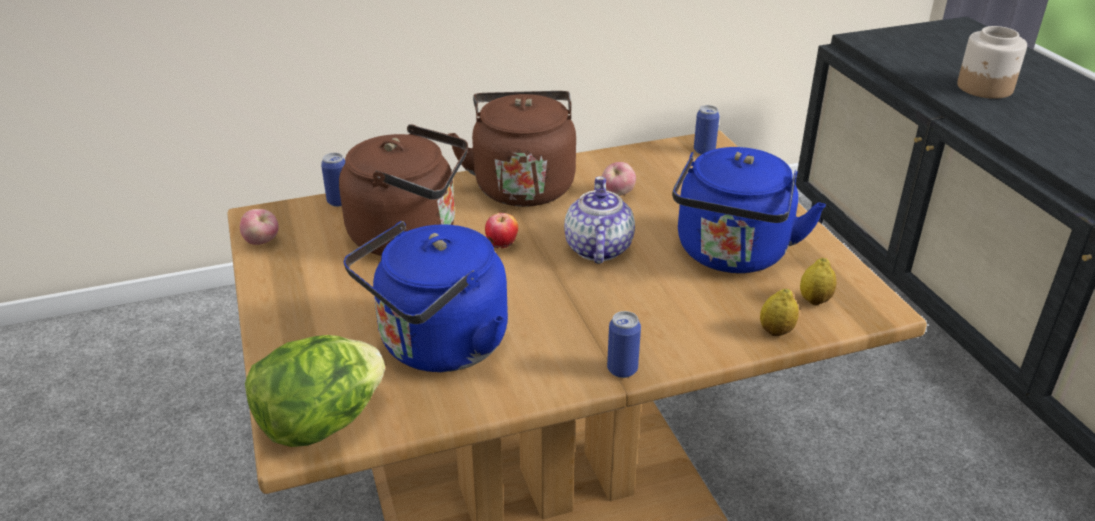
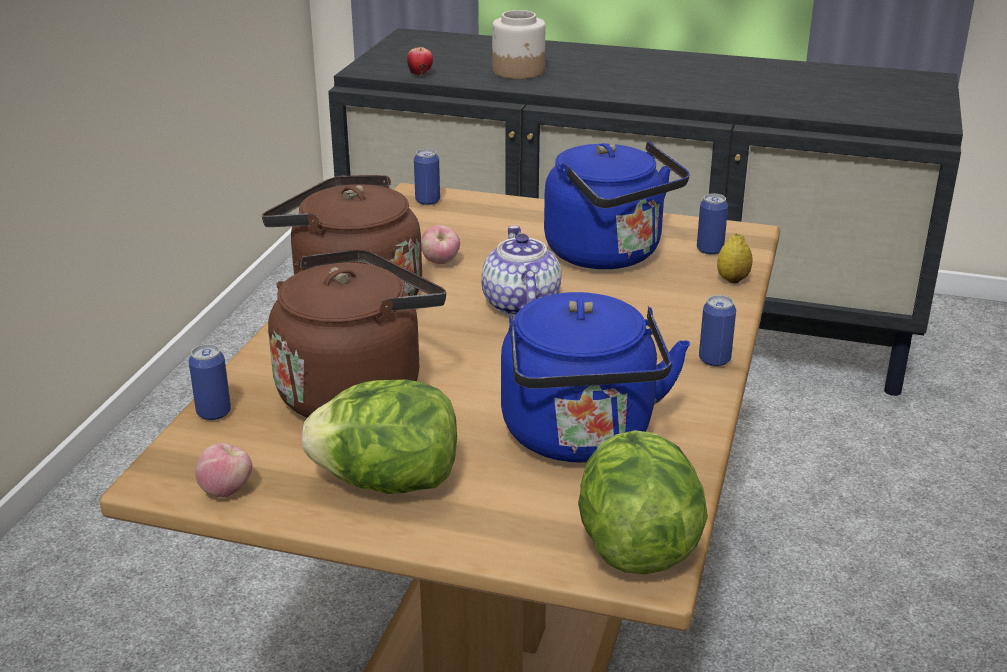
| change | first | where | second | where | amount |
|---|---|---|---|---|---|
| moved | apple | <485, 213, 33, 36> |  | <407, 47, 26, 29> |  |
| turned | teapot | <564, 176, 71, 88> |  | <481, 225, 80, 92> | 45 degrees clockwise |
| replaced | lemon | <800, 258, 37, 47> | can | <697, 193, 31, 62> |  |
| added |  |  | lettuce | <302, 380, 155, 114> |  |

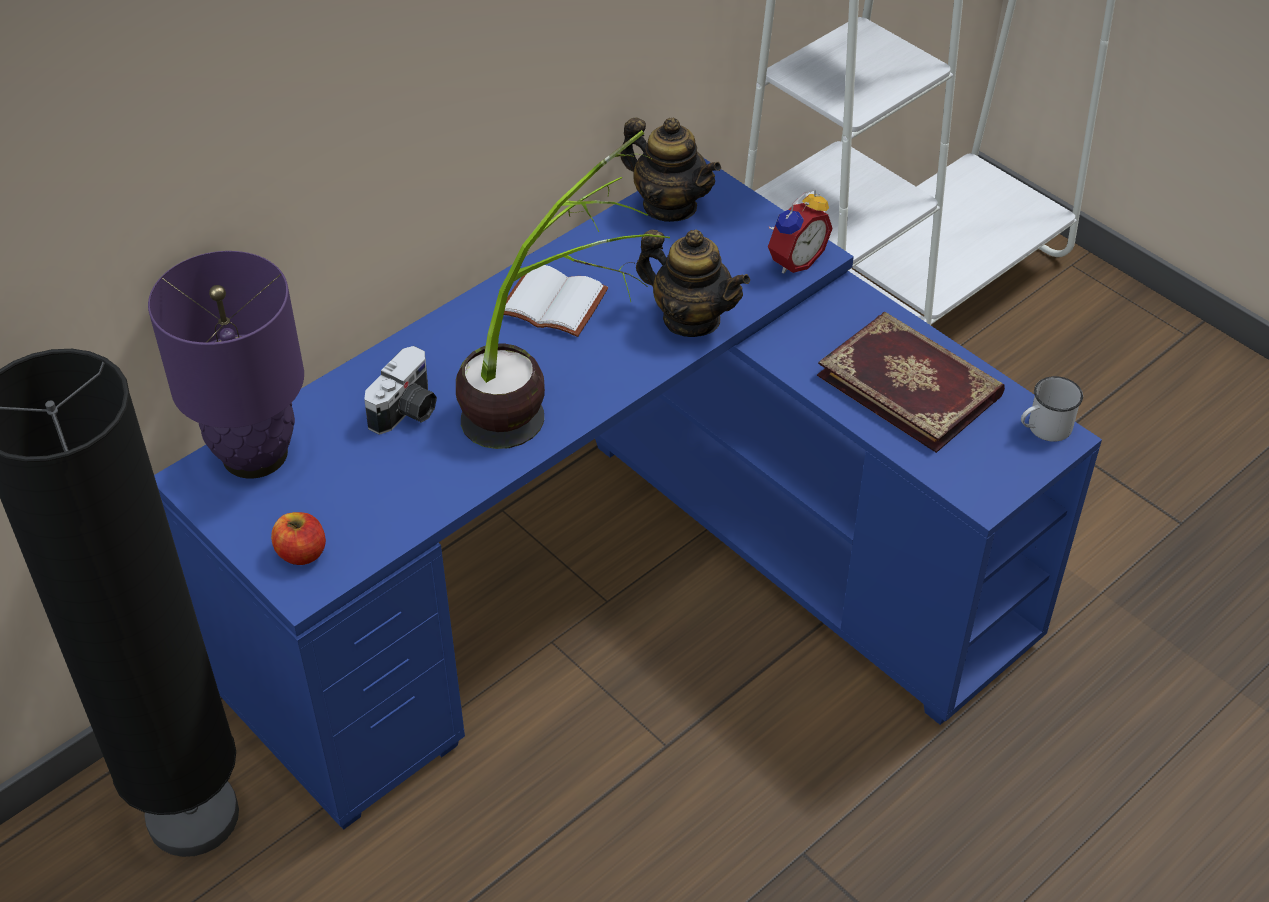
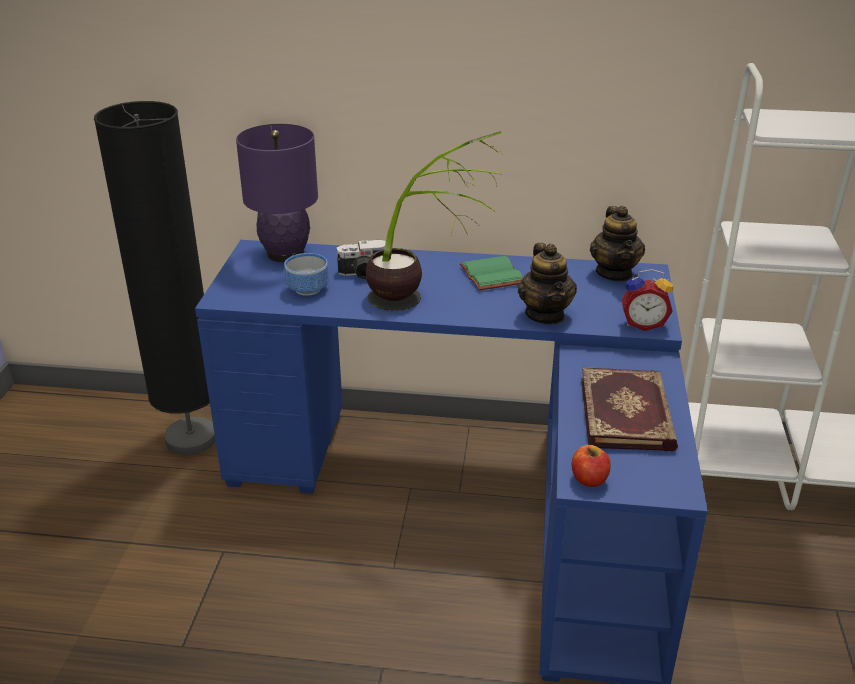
| change | first | where | second | where | amount |
|---|---|---|---|---|---|
| moved | apple | <271, 512, 55, 53> |  | <571, 445, 40, 42> |  |
| recoloured | book/white | <504, 265, 104, 72> | book/green | <460, 256, 63, 34> |  |
| removed | mug/white | <1021, 376, 62, 66> |  |  |  |
| added |  |  | bowl | <284, 253, 45, 43> |  |

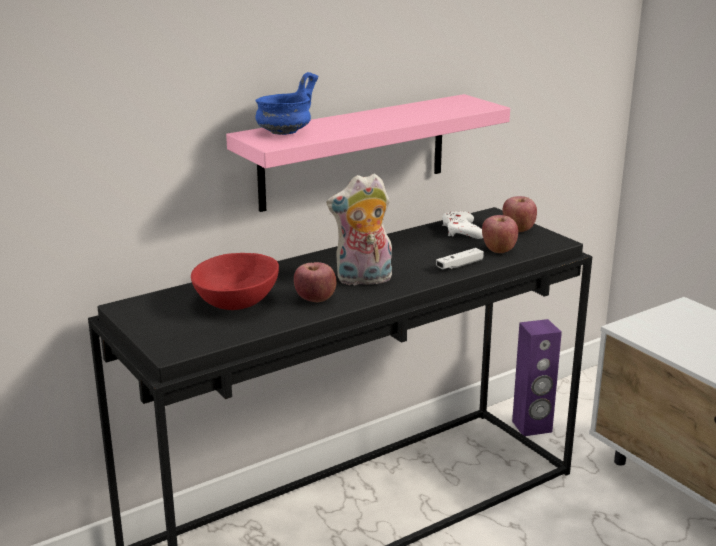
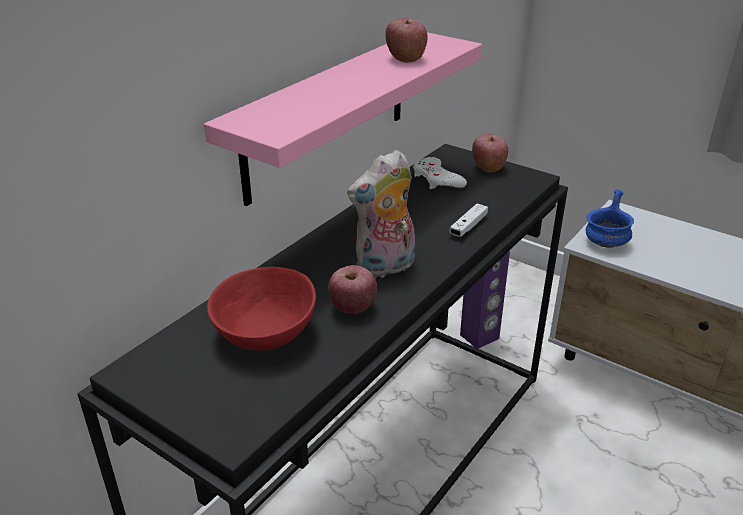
| change | first | where | second | where | amount |
|---|---|---|---|---|---|
| moved | bowl/blue | <255, 72, 63, 63> |  | <586, 189, 48, 59> |  |
| moved | apple | <482, 215, 36, 38> |  | <385, 18, 42, 45> |  |

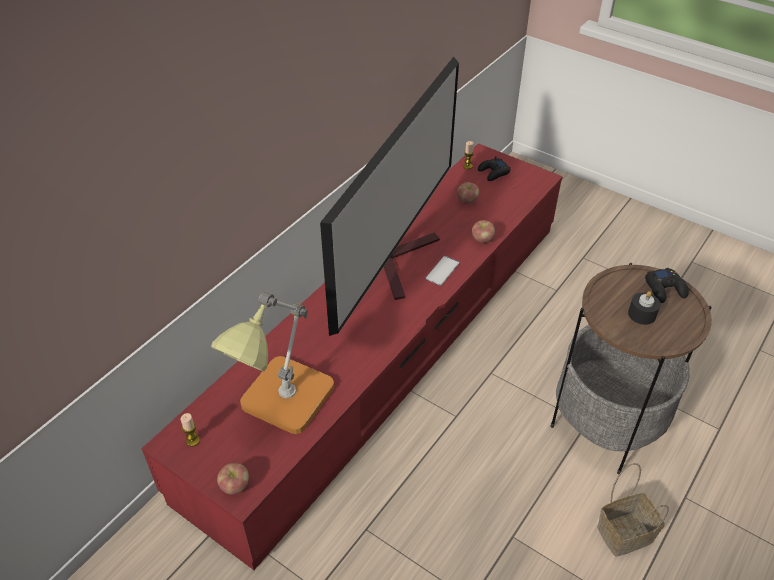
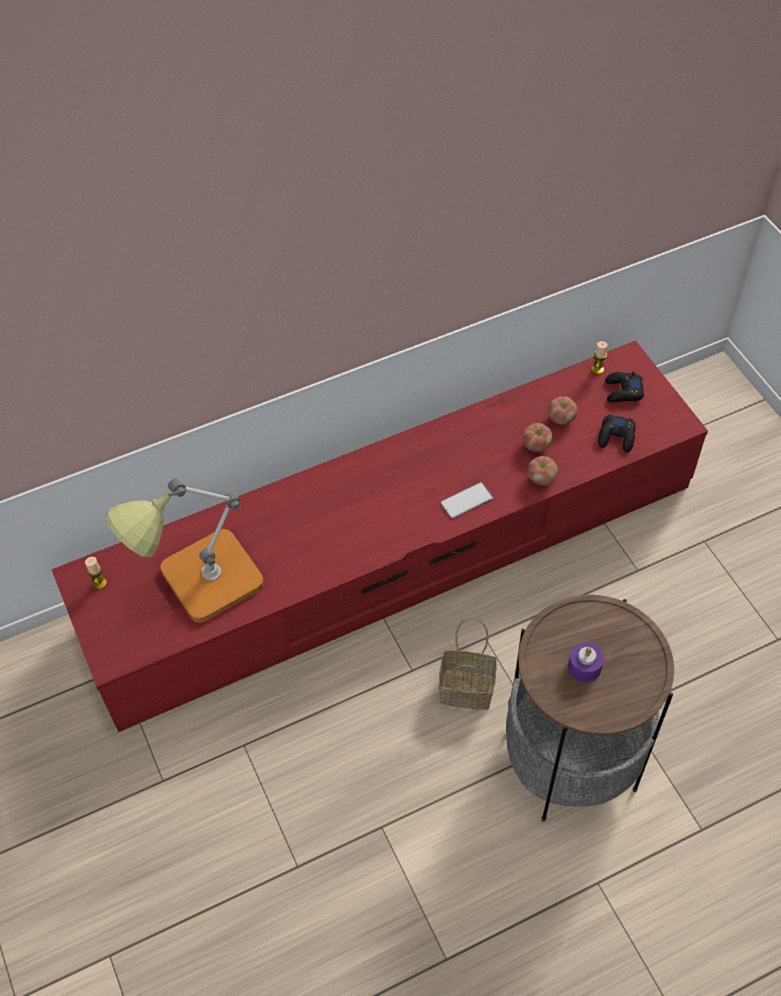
| change | first | where | second | where | amount |
|---|---|---|---|---|---|
| moved | apple | <217, 463, 32, 32> |  | <522, 423, 31, 29> |  |
| removed | television | <320, 57, 139, 279> |  |  |  |
| moved | basket | <597, 463, 72, 94> |  | <439, 618, 58, 92> |  |
| recoloured | candle/black | <628, 291, 32, 34> | candle/purple | <568, 642, 36, 40> |  |
| moved | game controller/black | <645, 268, 44, 35> |  | <598, 415, 38, 38> |  |

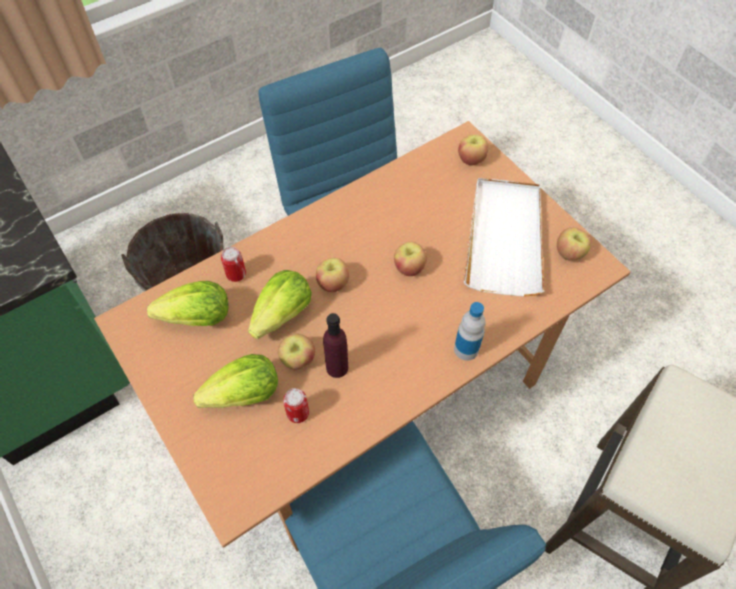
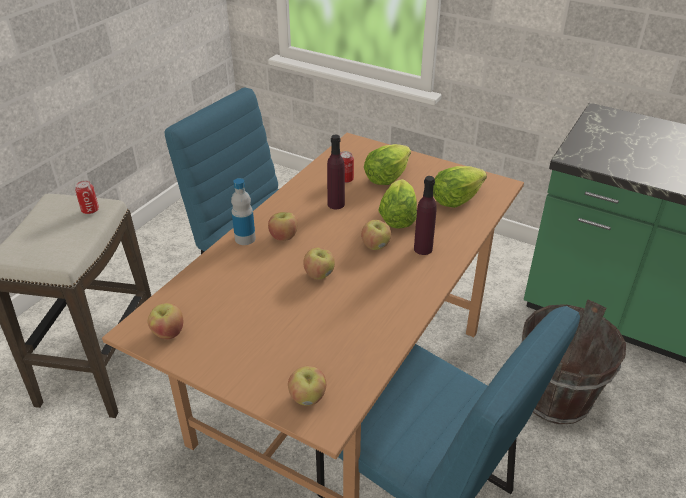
| change | first | where | second | where | amount |
|---|---|---|---|---|---|
| moved | can | <221, 247, 25, 35> |  | <75, 180, 24, 34> |  |
| moved | apple | <278, 334, 37, 35> |  | <268, 212, 30, 29> |  |
| removed | tray/white | <464, 178, 80, 119> |  |  |  |
| added |  |  | bottle/purple | <414, 176, 23, 79> |  |

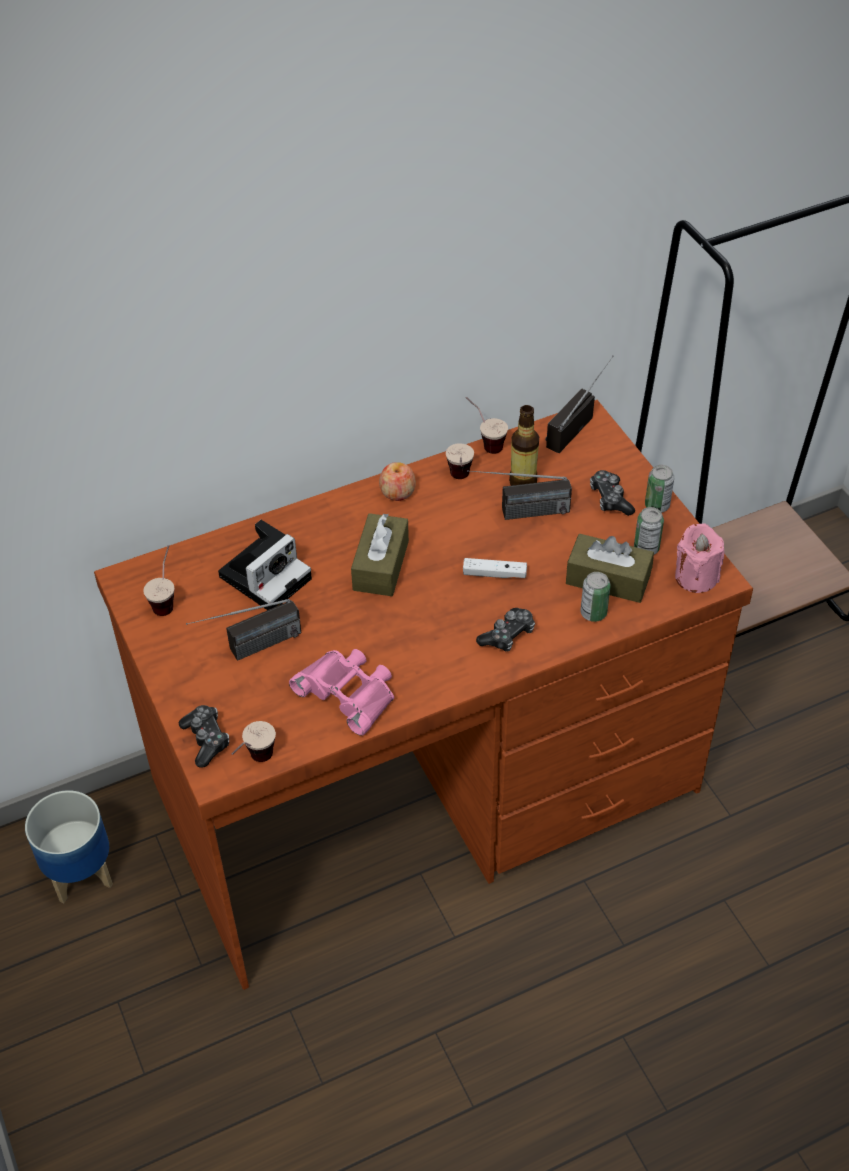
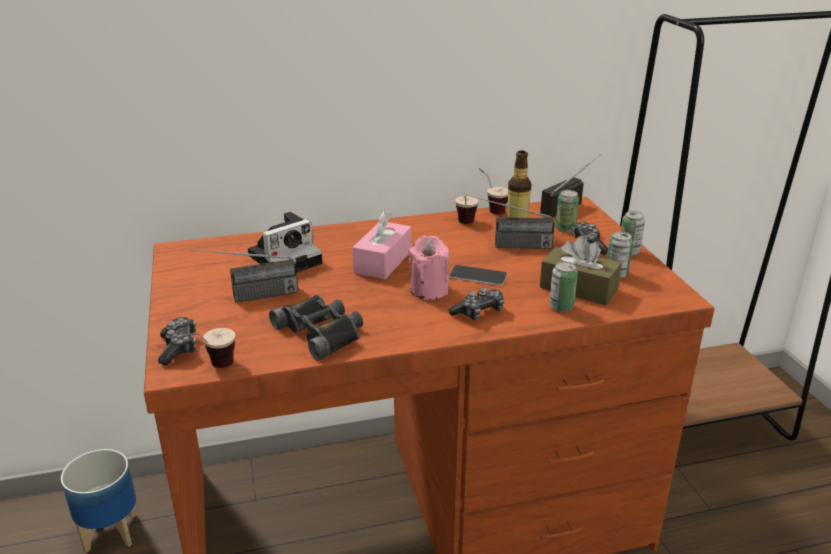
| change | first | where | second | where | amount |
|---|---|---|---|---|---|
| removed | cup | <143, 545, 31, 71> |  |  |  |
| recoloured | binoculars/pink | <289, 649, 105, 87> | binoculars/black | <269, 295, 94, 66> |  |
| recoloured | tissue box/brown | <351, 513, 58, 83> | tissue box/pink | <352, 210, 59, 69> |  |
| removed | apple | <379, 462, 37, 39> |  |  |  |
| replaced | game controller/white | <463, 558, 64, 20> | phone | <449, 265, 59, 21> |  |
| moved | candle/pink | <675, 523, 50, 70> |  | <409, 235, 40, 65> |  |
| added |  |  | can | <555, 190, 24, 42> |  |

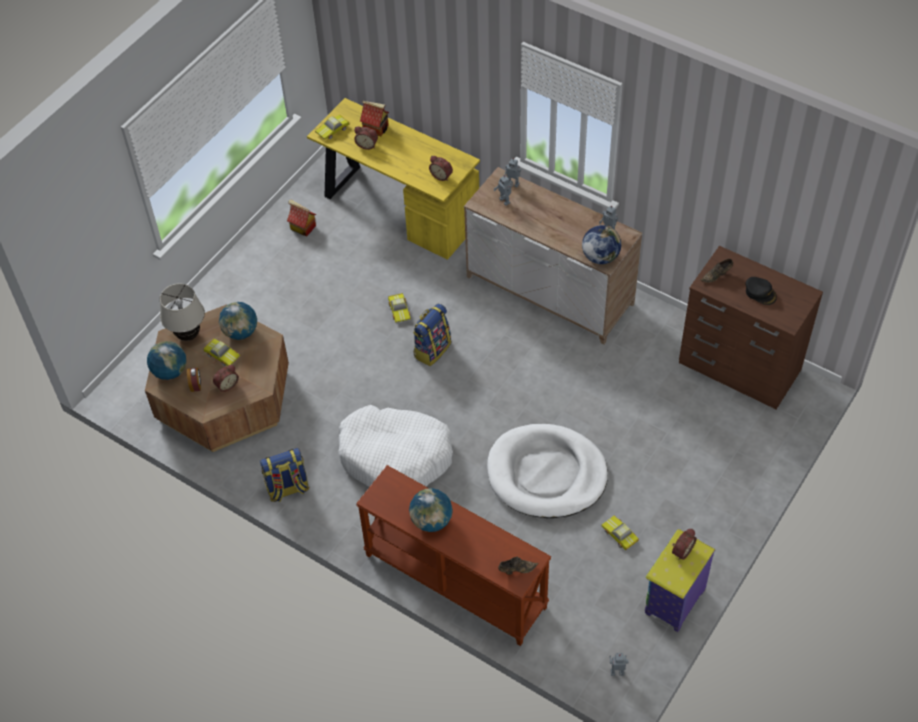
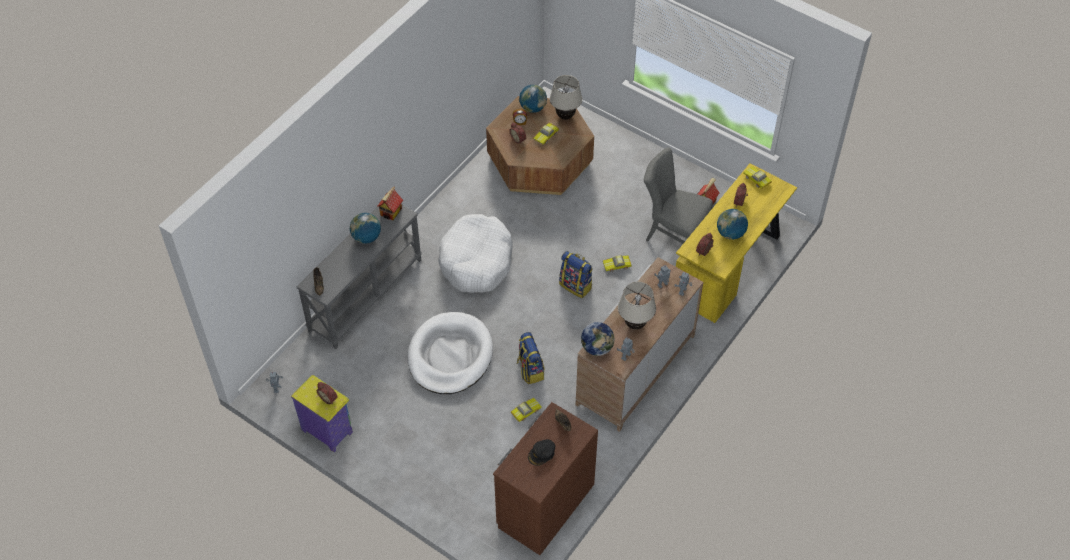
| change | first | where | second | where | amount |
|---|---|---|---|---|---|
| moved | globe | <219, 302, 38, 38> |  | <717, 209, 31, 31> |  |
| moved | backpack | <259, 448, 50, 54> |  | <517, 332, 28, 52> |  |
| recoloured | console table/brown | <356, 465, 195, 181> | console table/grey | <297, 205, 125, 144> |  |
| moved | toy house | <360, 101, 29, 35> |  | <377, 187, 26, 33> |  |
| moved | toy car | <601, 516, 38, 34> |  | <511, 398, 31, 24> |  |
| added |  |  | table lamp/beige | <618, 282, 38, 48> |  |
| added |  |  | chair/grey | <644, 147, 69, 97> |  |

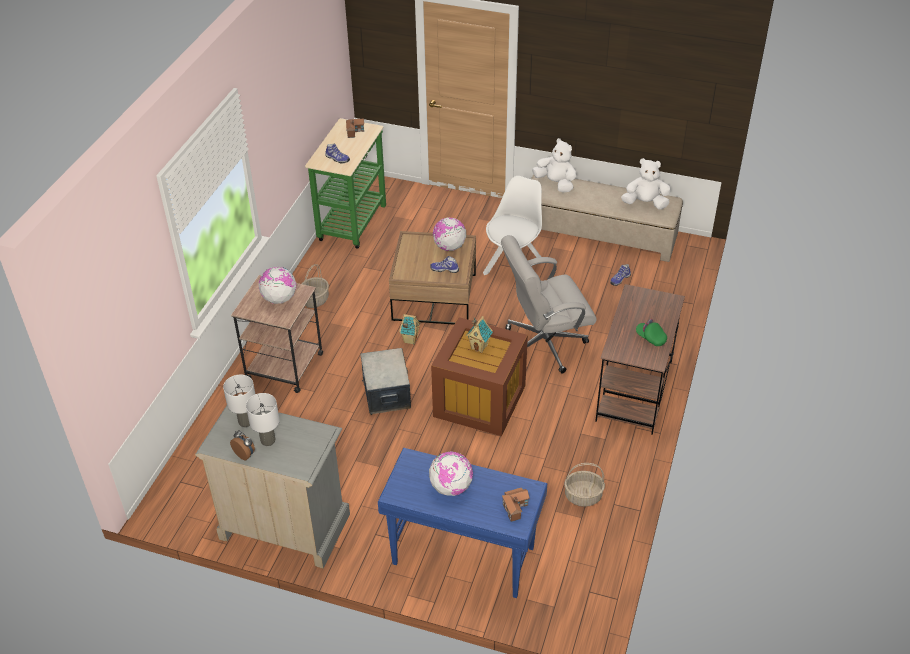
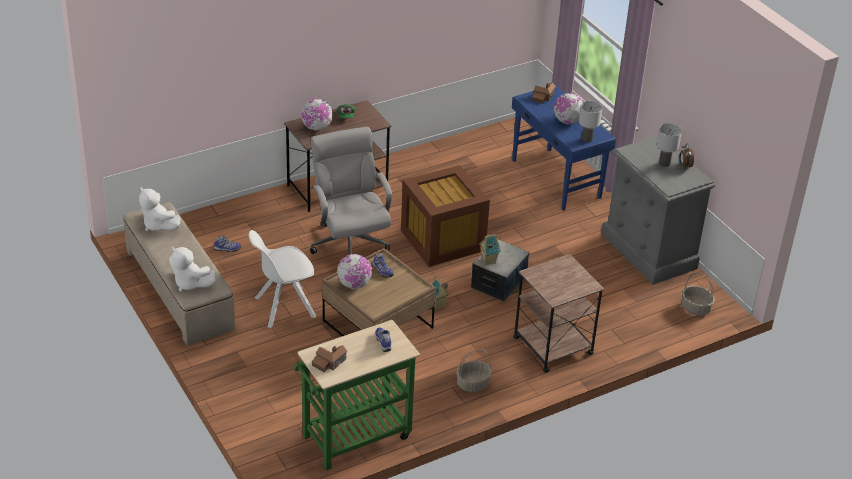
| change | first | where | second | where | amount |
|---|---|---|---|---|---|
| moved | table lamp/white | <223, 375, 32, 52> |  | <579, 101, 23, 42> |  |
| moved | globe | <258, 267, 38, 37> |  | <301, 99, 32, 32> |  |
| moved | toy house | <466, 316, 27, 37> |  | <479, 234, 22, 31> |  |
| turned | office chair/grey | <501, 235, 96, 139> |  | <310, 127, 82, 128> | 135 degrees counterclockwise |
| turned | plush toy/white | <532, 138, 44, 55> |  | <169, 247, 47, 45> | 45 degrees counterclockwise |
| moved | basket | <564, 463, 41, 44> |  | <681, 273, 34, 43> |  |

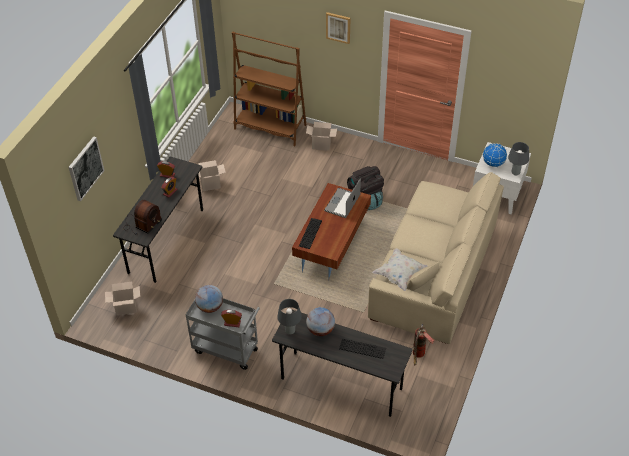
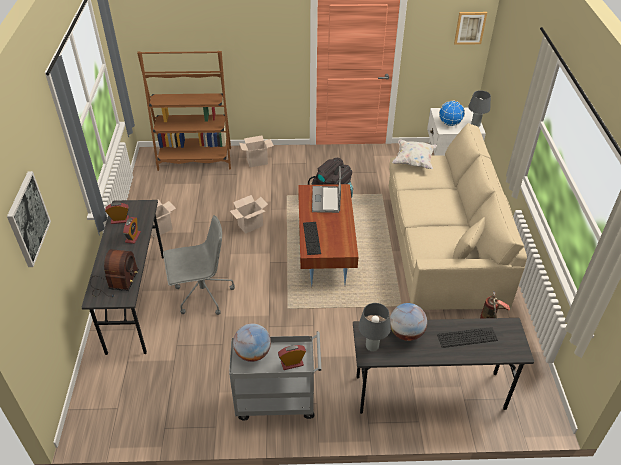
| change | first | where | second | where | amount |
|---|---|---|---|---|---|
| moved | cardboard box | <105, 282, 35, 34> |  | <230, 195, 38, 39> |  |
| moved | picture | <326, 12, 24, 32> |  | <454, 12, 33, 33> |  |
| moved | pillow/white | <372, 248, 56, 43> |  | <392, 139, 45, 30> |  |
| added |  |  | office chair/grey | <163, 215, 72, 100> |  |

